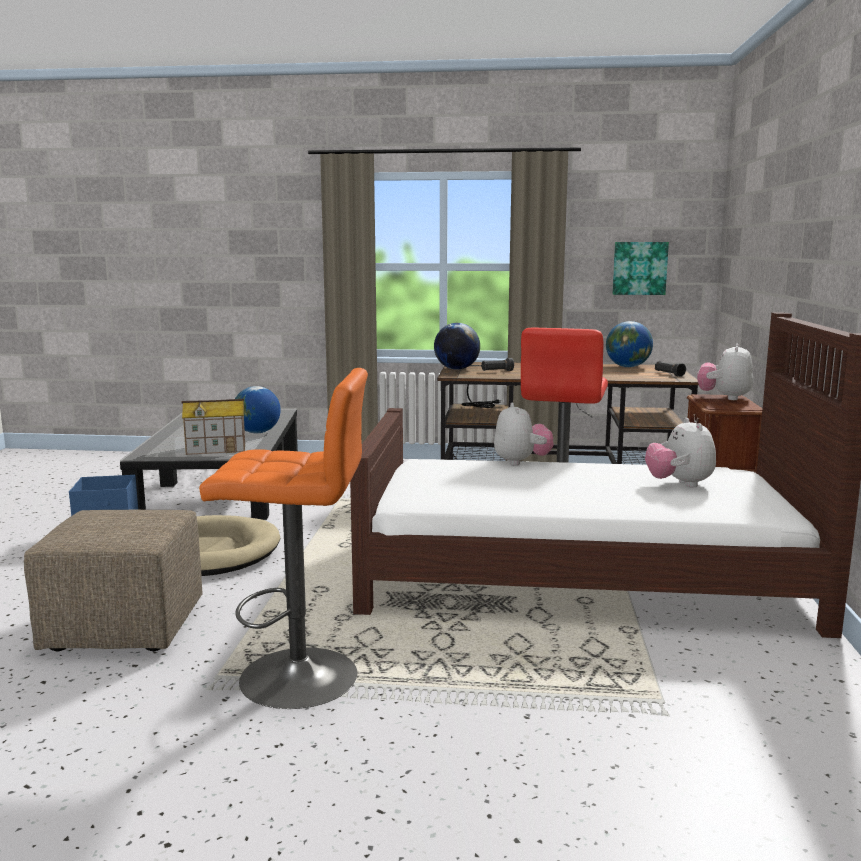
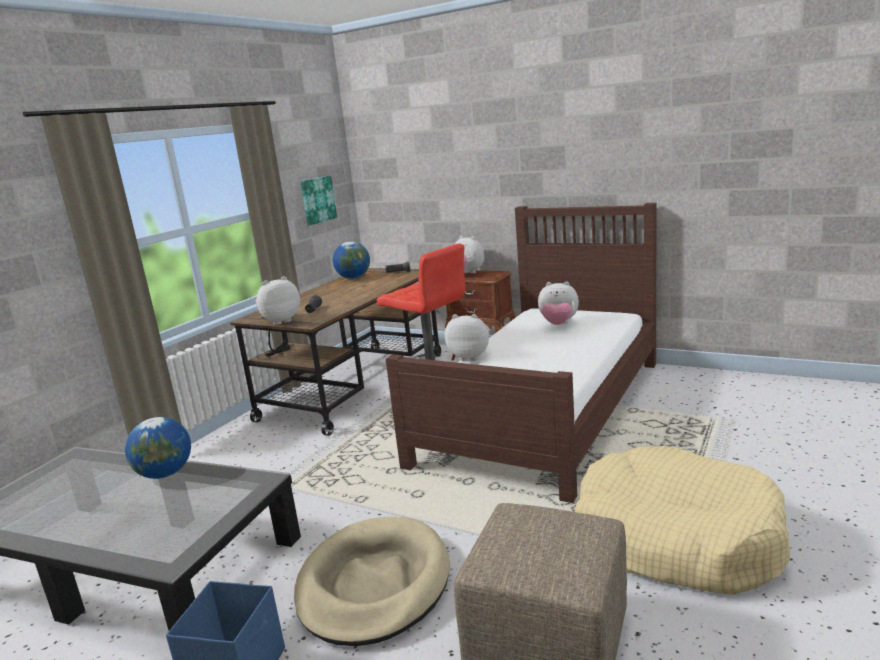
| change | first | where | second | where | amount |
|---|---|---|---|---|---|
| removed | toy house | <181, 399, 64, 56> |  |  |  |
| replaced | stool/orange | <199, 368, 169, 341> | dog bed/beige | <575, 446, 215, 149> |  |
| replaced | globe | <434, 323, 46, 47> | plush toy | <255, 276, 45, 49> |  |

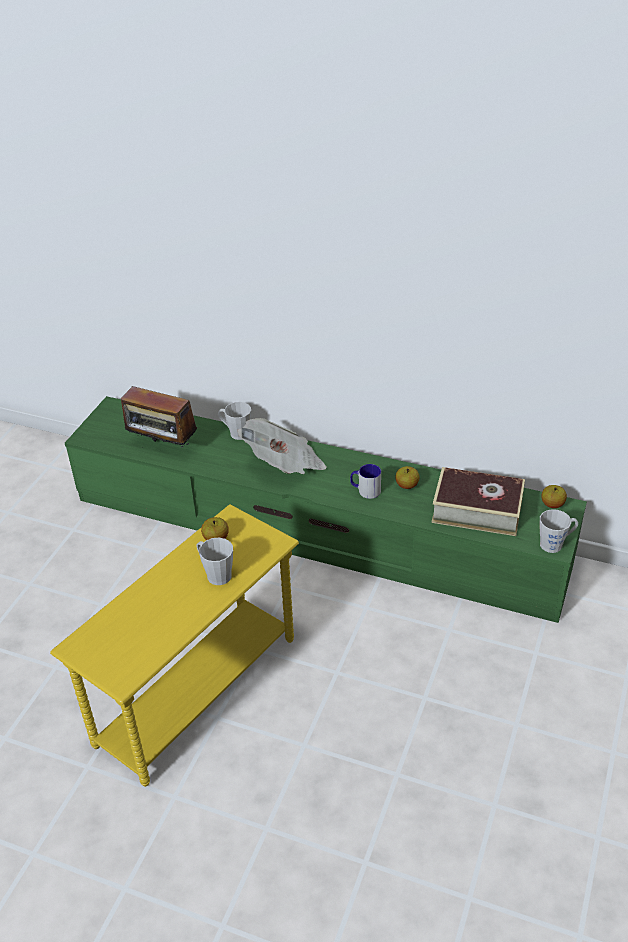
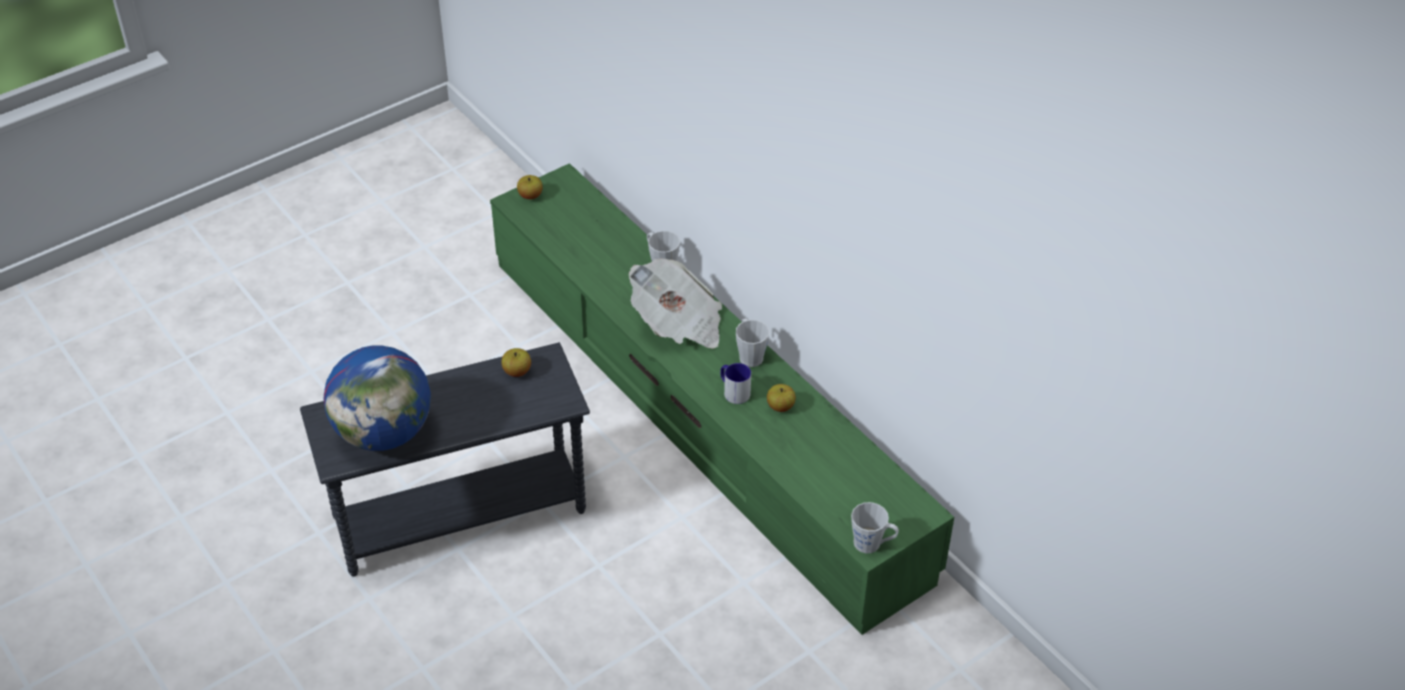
| change | first | where | second | where | amount |
|---|---|---|---|---|---|
| recoloured | side table/yellow | <50, 504, 249, 283> | side table/grey | <300, 342, 290, 235> |  |
| removed | radio | <121, 386, 76, 63> |  |  |  |
| moved | mug/grey | <196, 538, 37, 47> |  | <736, 319, 33, 48> |  |
| removed | book | <431, 467, 94, 69> |  |  |  |
| moved | apple | <541, 485, 26, 23> |  | <517, 175, 26, 24> |  |
| added |  |  | globe | <323, 345, 108, 106> |  |

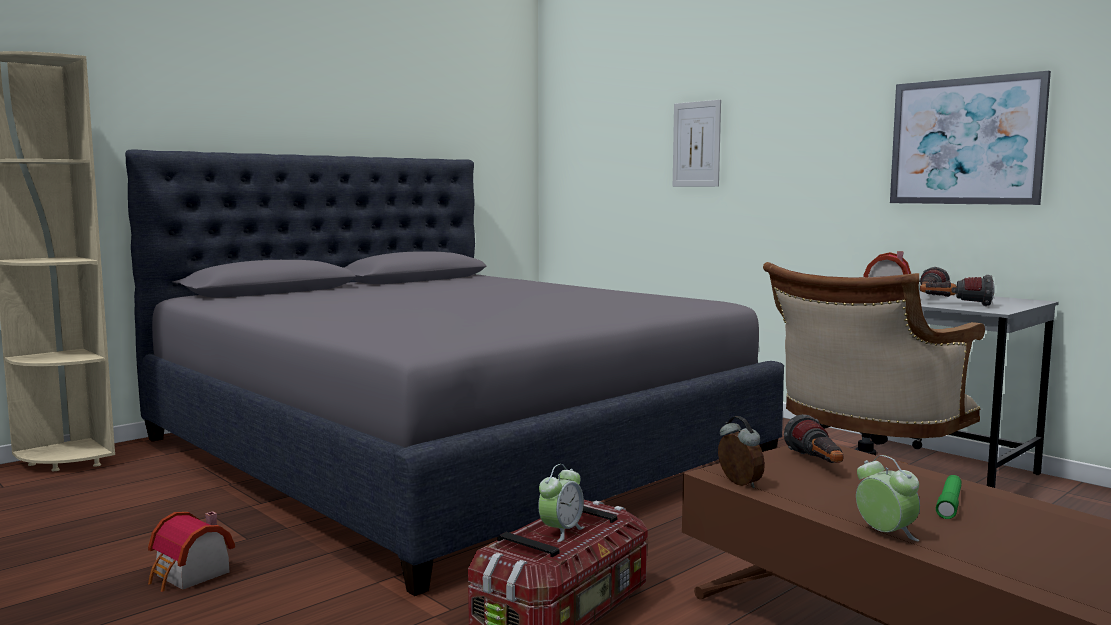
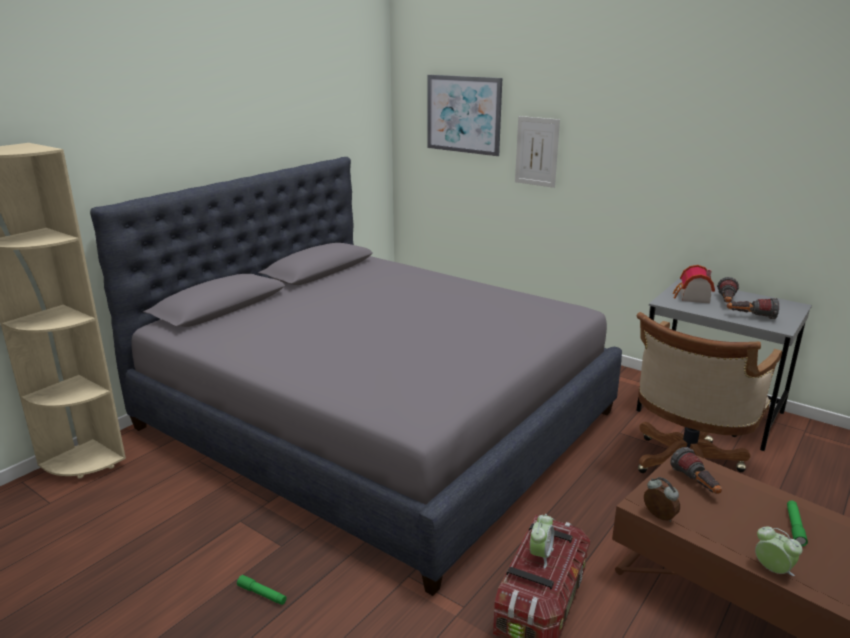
| change | first | where | second | where | amount |
|---|---|---|---|---|---|
| replaced | toy house | <148, 511, 87, 81> | flashlight/green | <237, 575, 50, 30> |  |
| moved | picture | <890, 71, 161, 134> |  | <427, 75, 75, 81> |  |

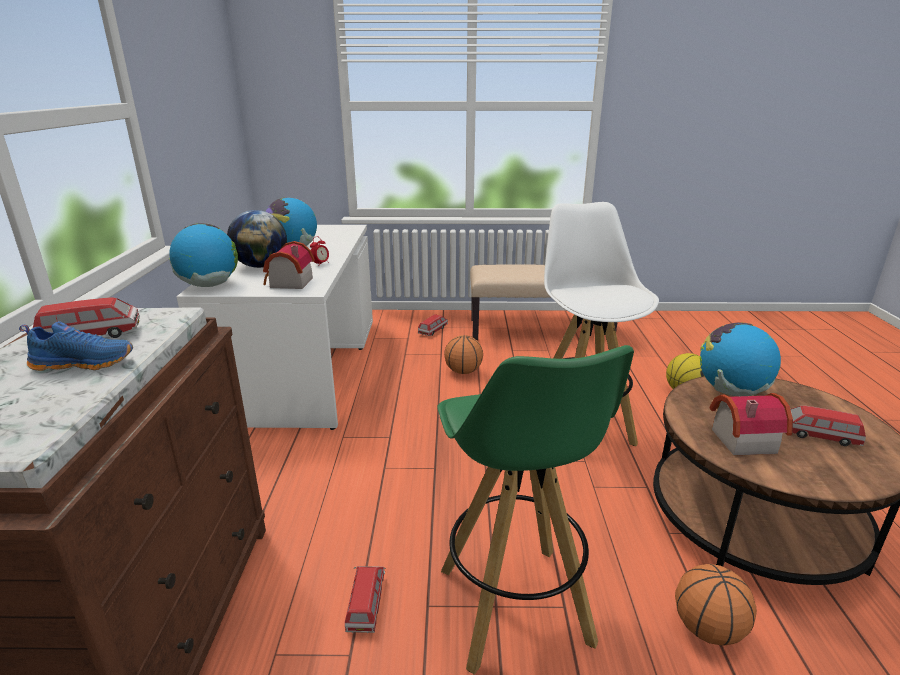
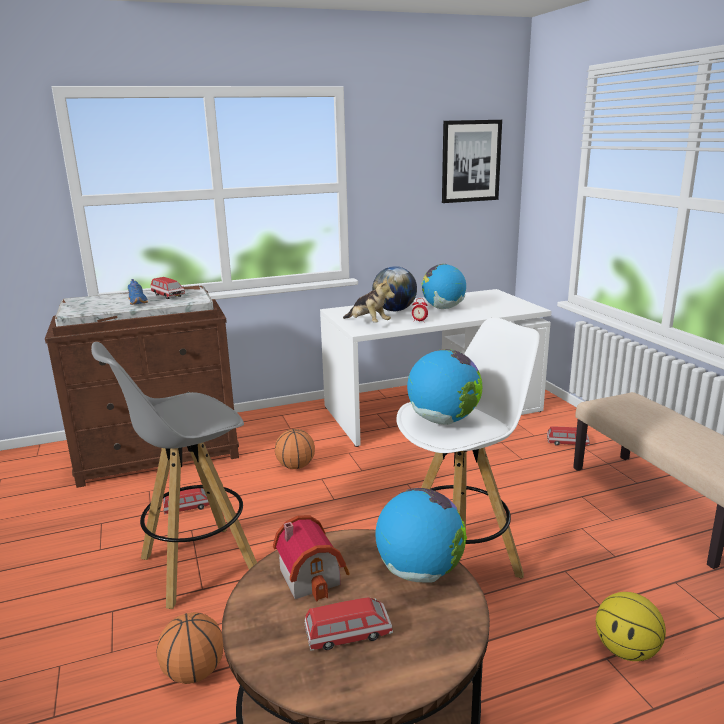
| change | first | where | second | where | amount |
|---|---|---|---|---|---|
| moved | globe | <169, 223, 69, 64> |  | <407, 349, 75, 76> |  |
| replaced | toy house | <263, 241, 52, 48> | plush toy | <343, 278, 52, 45> |  |
| recoloured | stool/green | <437, 345, 197, 330> | stool/grey | <91, 342, 166, 267> |  |
| moved | basketball | <444, 335, 39, 39> |  | <275, 429, 40, 40> |  |
| turned | toy car | <790, 405, 76, 41> |  | <305, 597, 88, 54> | 75 degrees clockwise |
| added |  |  | picture | <442, 120, 60, 83> |  |

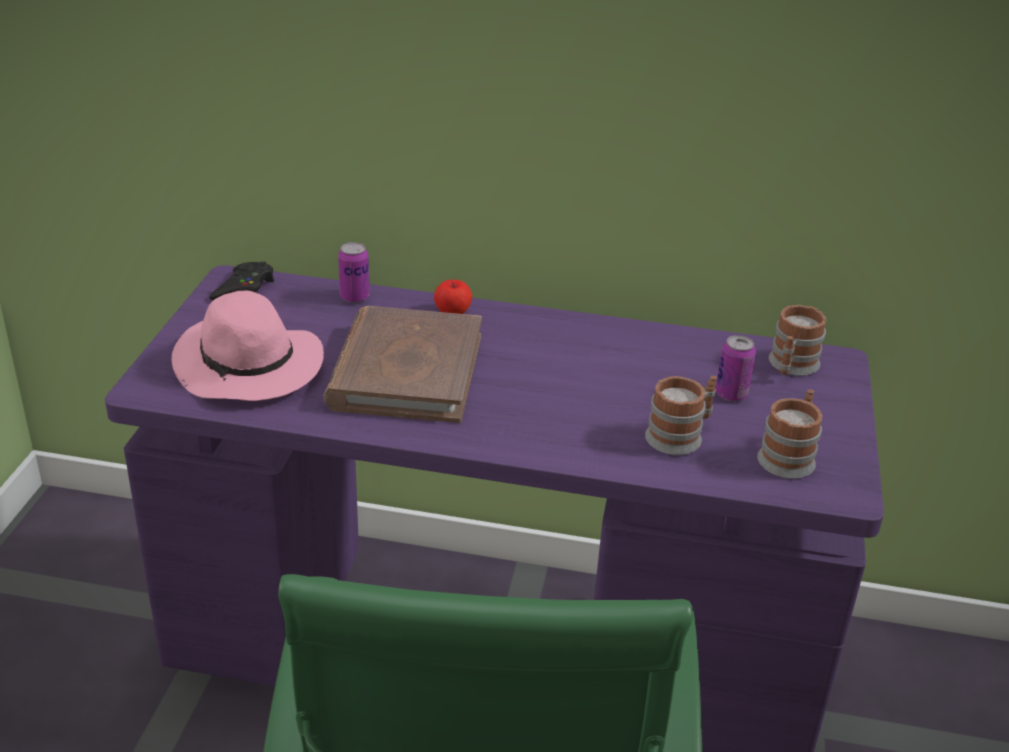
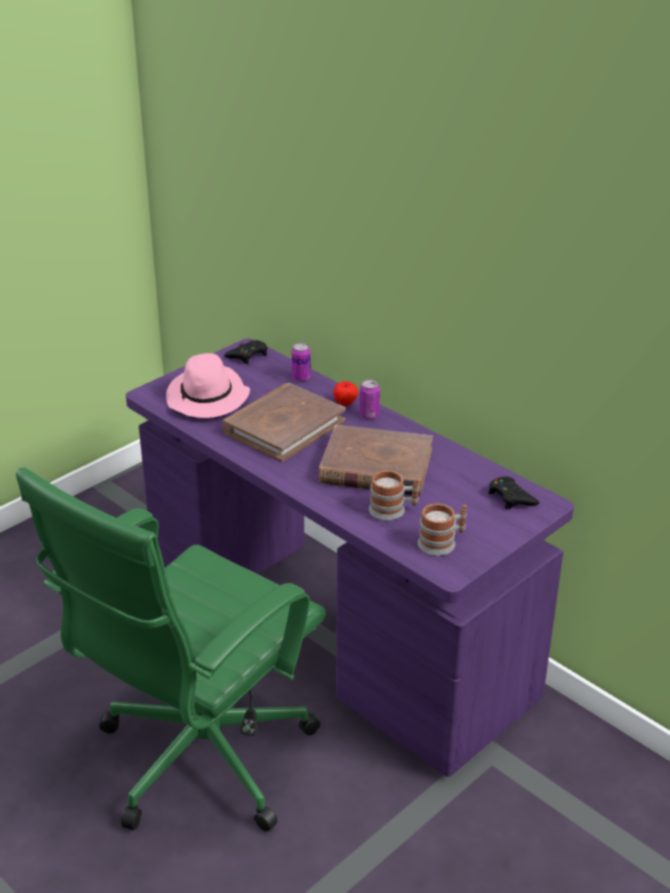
| change | first | where | second | where | amount |
|---|---|---|---|---|---|
| moved | can | <716, 335, 40, 66> |  | <359, 380, 21, 40> |  |
| replaced | mug | <769, 305, 57, 71> | game controller/black | <489, 477, 50, 32> |  |
| added |  |  | book/brown | <319, 424, 114, 72> |  |

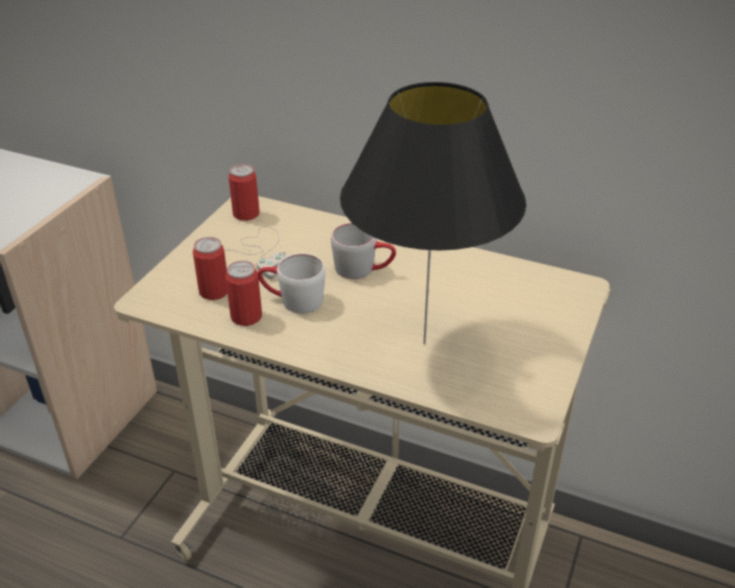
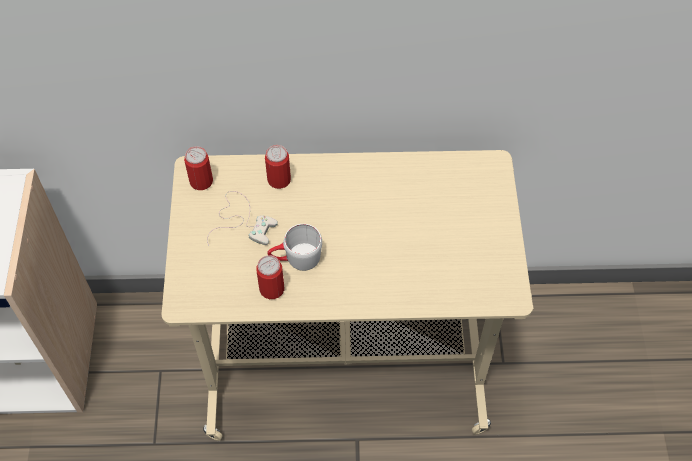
| change | first | where | second | where | amount |
|---|---|---|---|---|---|
| moved | can | <193, 237, 35, 63> |  | <265, 145, 26, 44> |  |
| removed | mug/grey | <331, 223, 65, 56> |  |  |  |
| removed | table lamp/black | <340, 82, 186, 262> |  |  |  |

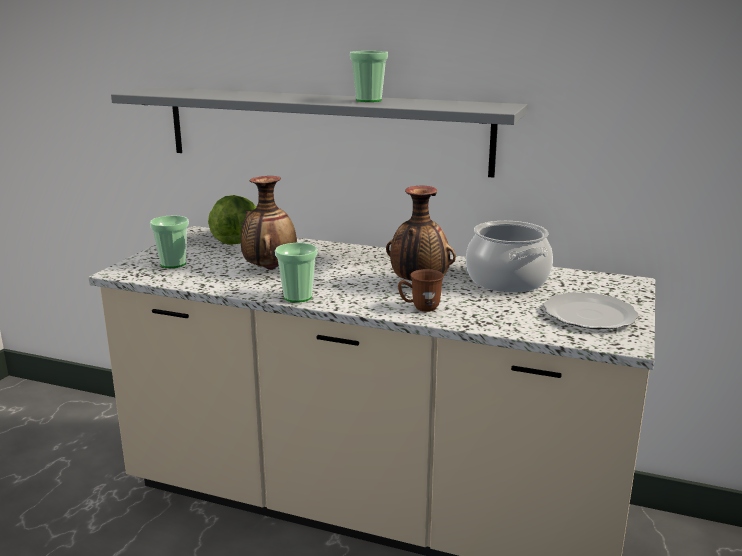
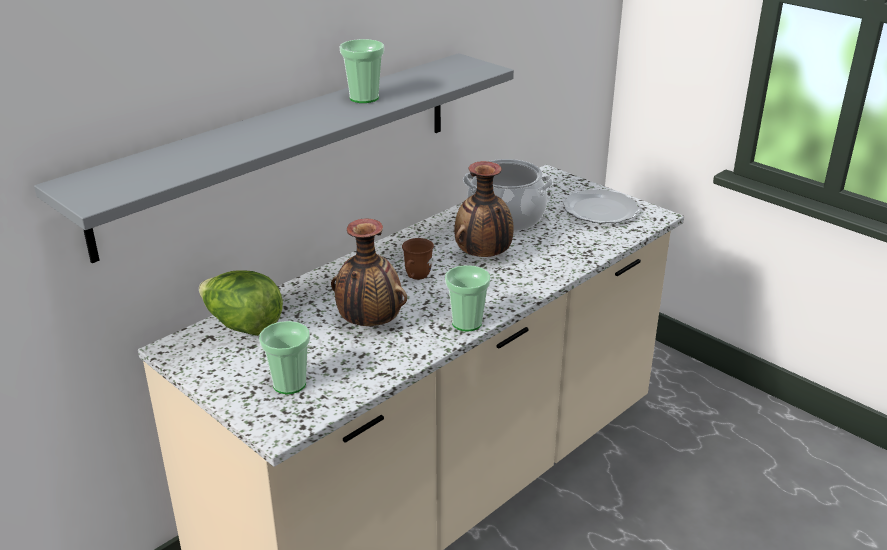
| change | first | where | second | where | amount |
|---|---|---|---|---|---|
| moved | mug/brown | <398, 269, 46, 43> |  | <402, 238, 32, 42> |  |

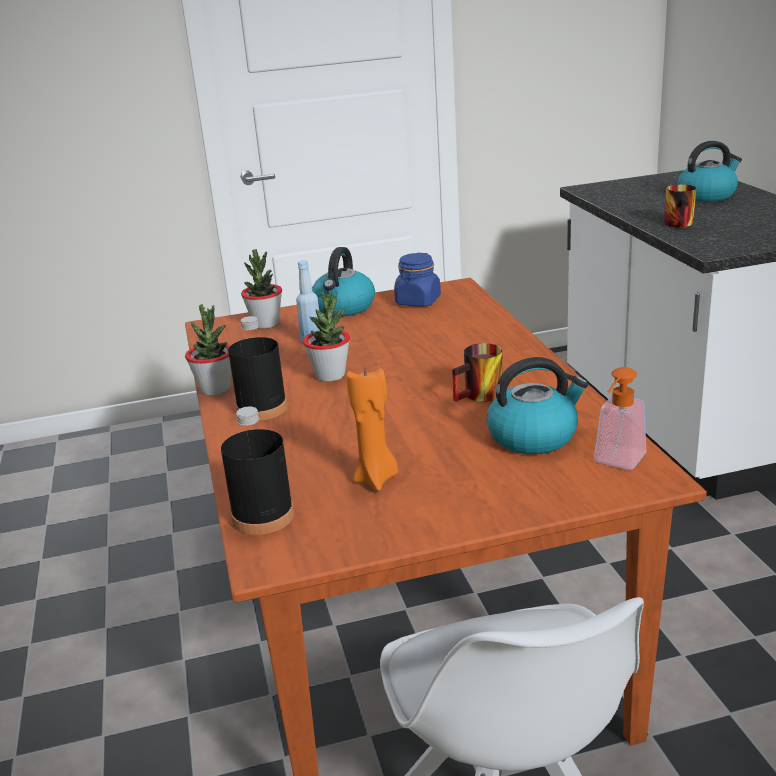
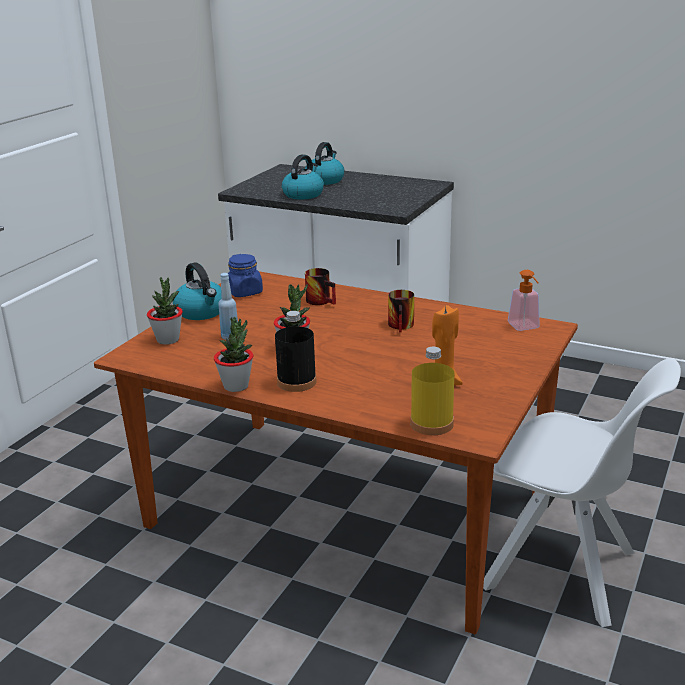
| change | first | where | second | where | amount |
|---|---|---|---|---|---|
| recoloured | bottle/black | <221, 407, 73, 128> | bottle/yellow | <410, 347, 44, 88> |  |
| moved | kettle | <487, 357, 101, 97> |  | <282, 154, 42, 45> |  |
| moved | mug | <664, 184, 32, 44> |  | <305, 268, 31, 37> |  |

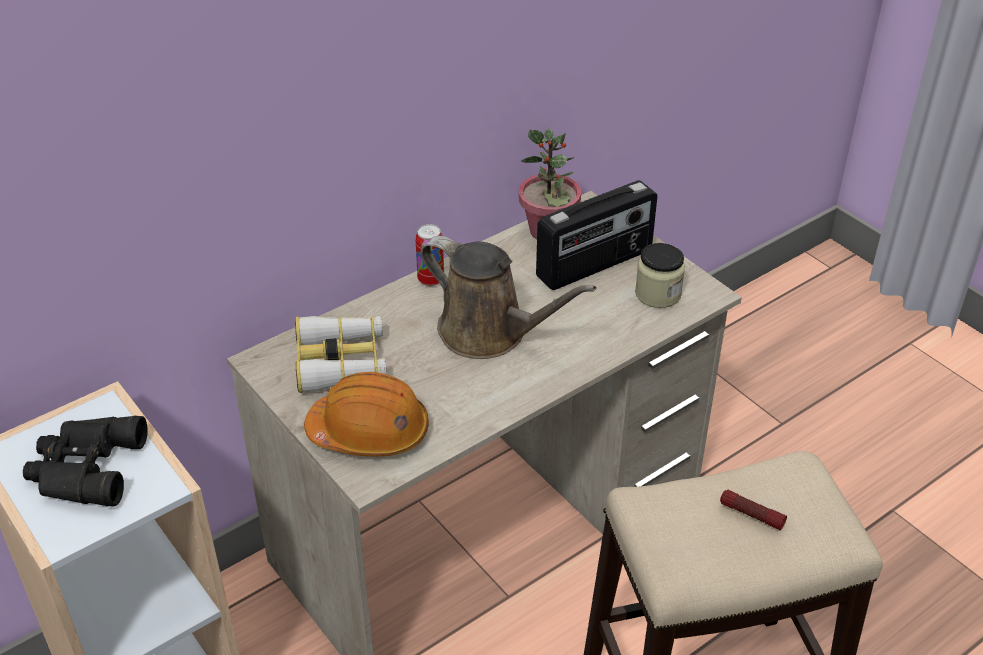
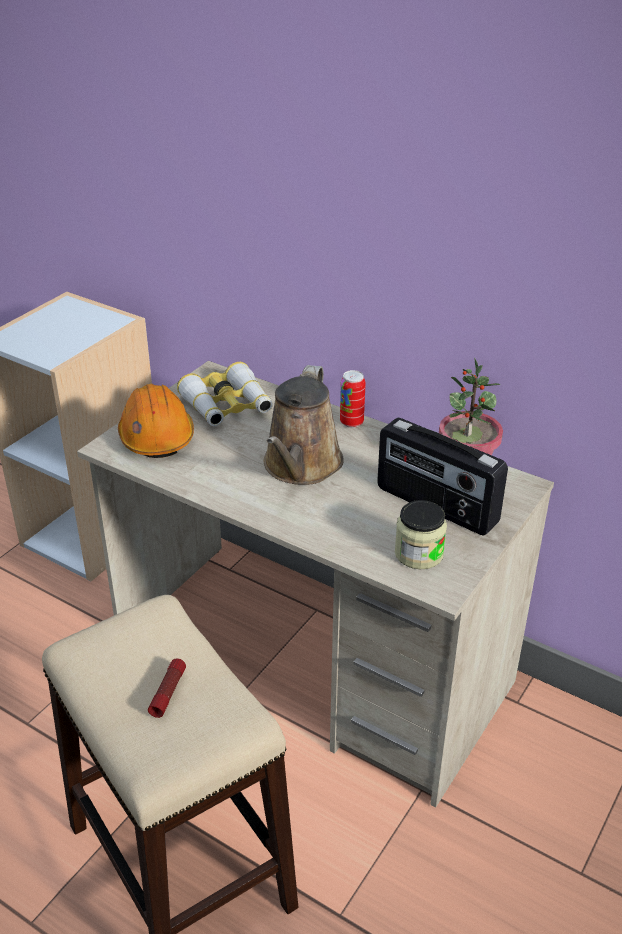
| change | first | where | second | where | amount |
|---|---|---|---|---|---|
| removed | binoculars/black | <23, 416, 125, 91> |  |  |  |

